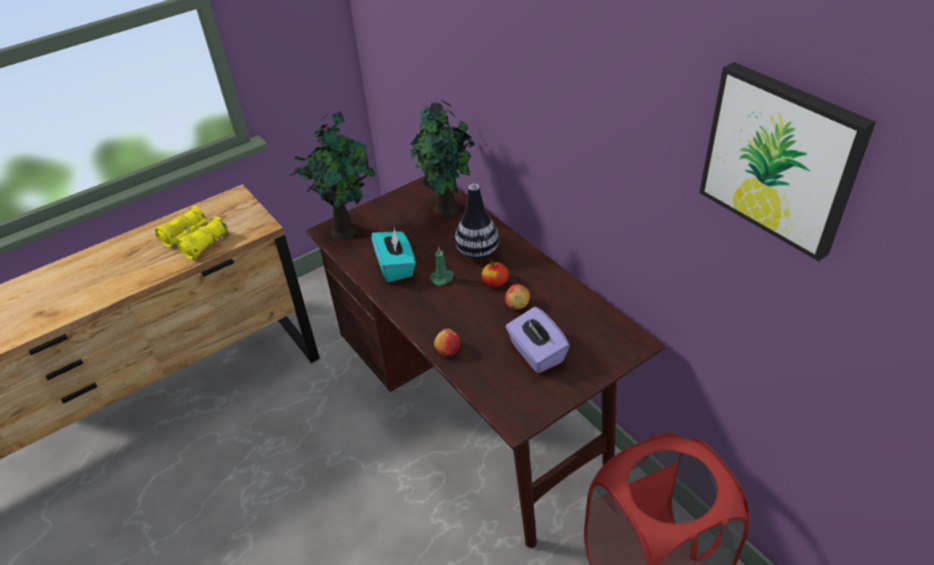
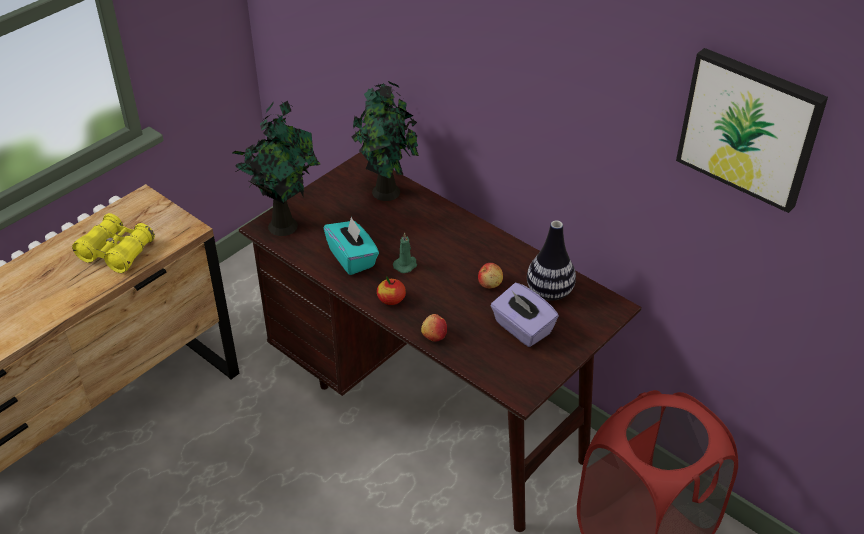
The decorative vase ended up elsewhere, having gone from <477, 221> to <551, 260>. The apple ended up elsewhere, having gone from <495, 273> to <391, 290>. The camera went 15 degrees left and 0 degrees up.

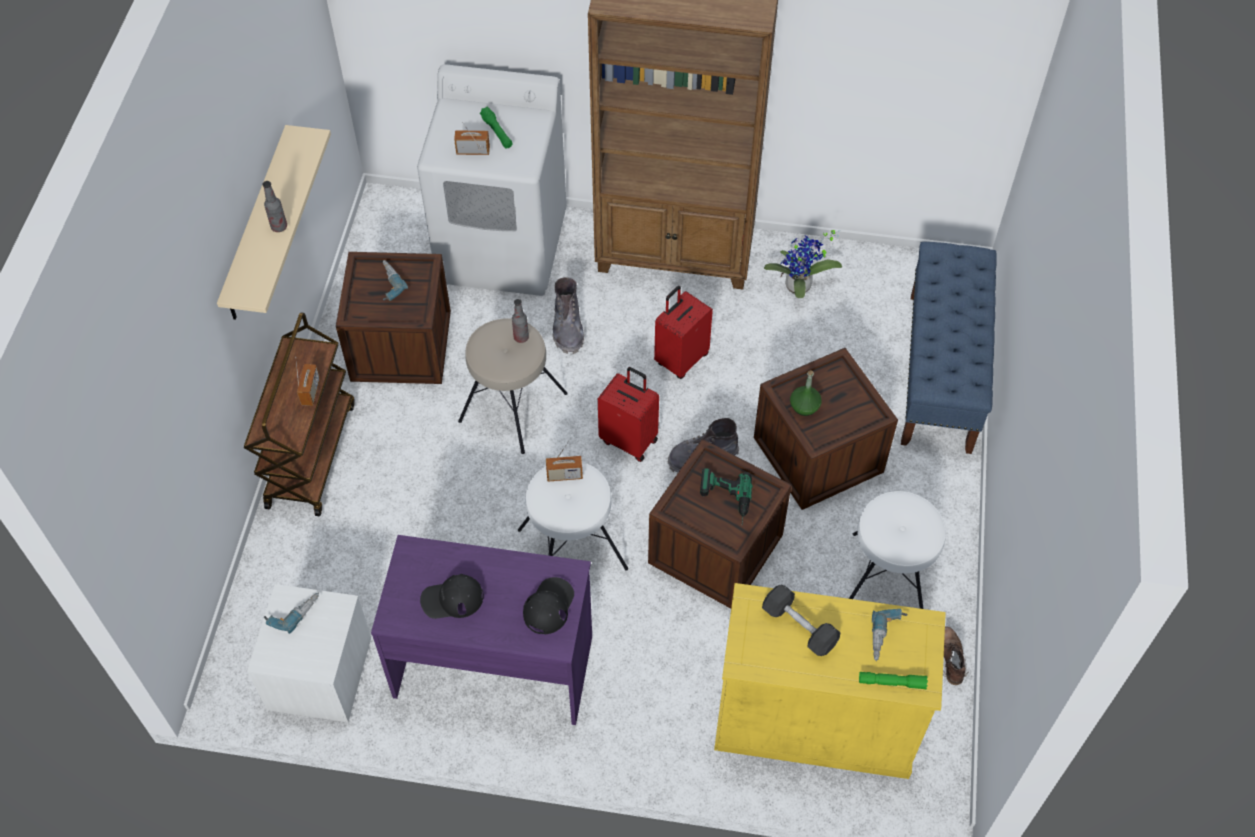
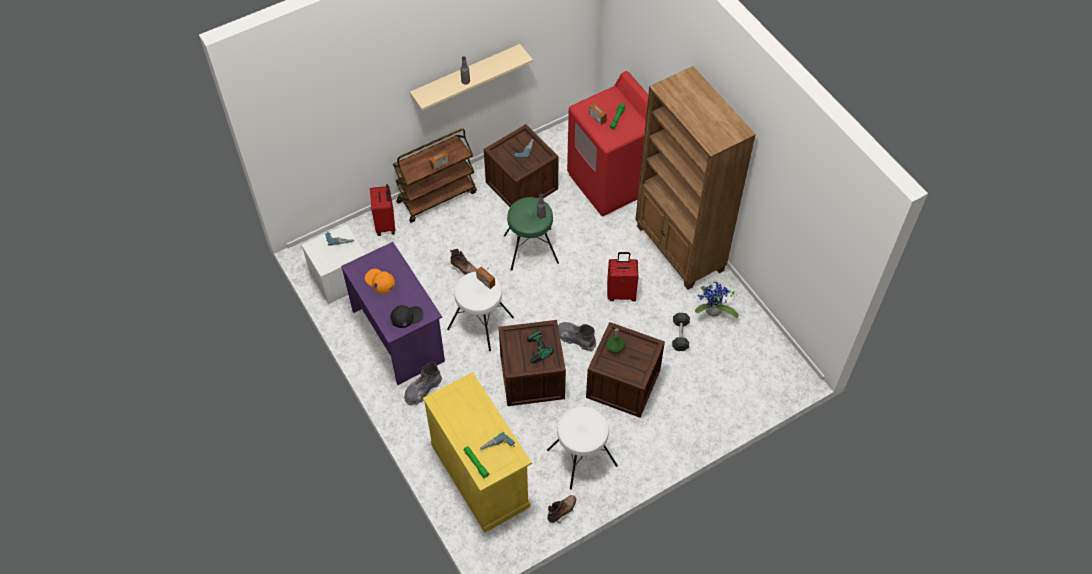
What was the whitish laundry appliance at <492, 180> turned into the red laundry appliance at <607, 143>. The second view lost the blue indoor bench at <949, 348>. The greyish high-top boot ended up elsewhere, having gone from <568, 315> to <423, 384>. What was the beige sitting stool at <513, 386> turned into the greenish sitting stool at <531, 234>. The red travel case ended up elsewhere, having gone from <628, 414> to <382, 210>. What was the black-coloured baseball cap at <452, 596> turned into the orange baseball cap at <380, 281>. The greyish free weight ended up elsewhere, having gone from <801, 620> to <681, 332>. The second view gained the brownish high-top boot at <463, 262>. The camera went 50 degrees right and 0 degrees up.

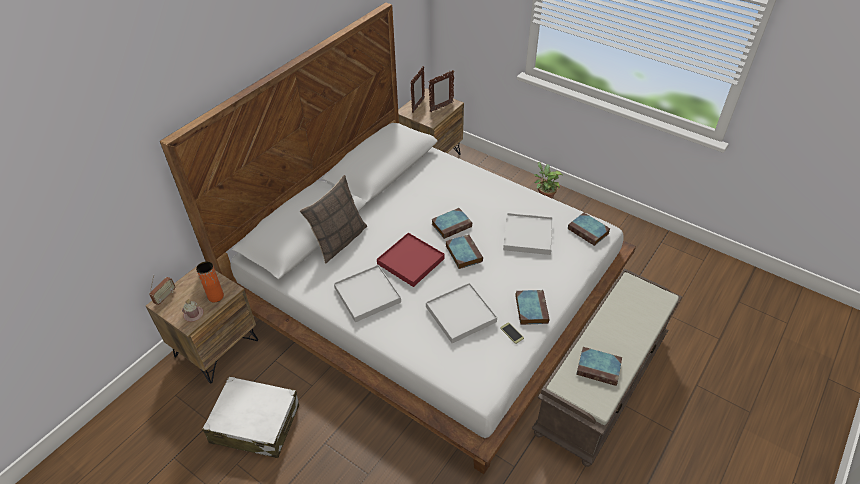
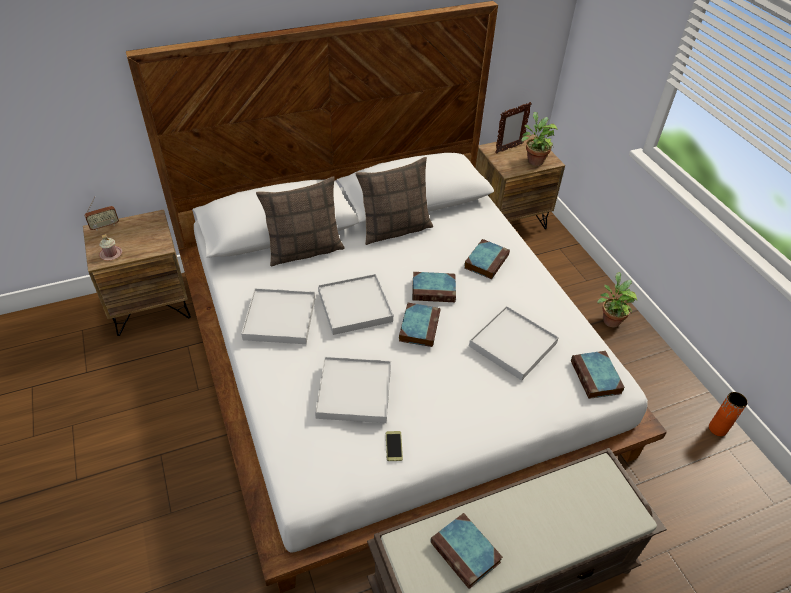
Where the standing frame stood at <441, 91>, the potted plant came to stand at <539, 139>. What was the red carrying tray at <411, 260> turned into the whitish carrying tray at <355, 304>. The orange decorative vase ended up elsewhere, having gone from <210, 281> to <728, 414>. The volume ended up elsewhere, having gone from <532, 307> to <487, 259>. The second view lost the whitish travel case at <251, 417>. The second view gained the throw pillow at <394, 201>. The camera went 30 degrees right and 0 degrees up.

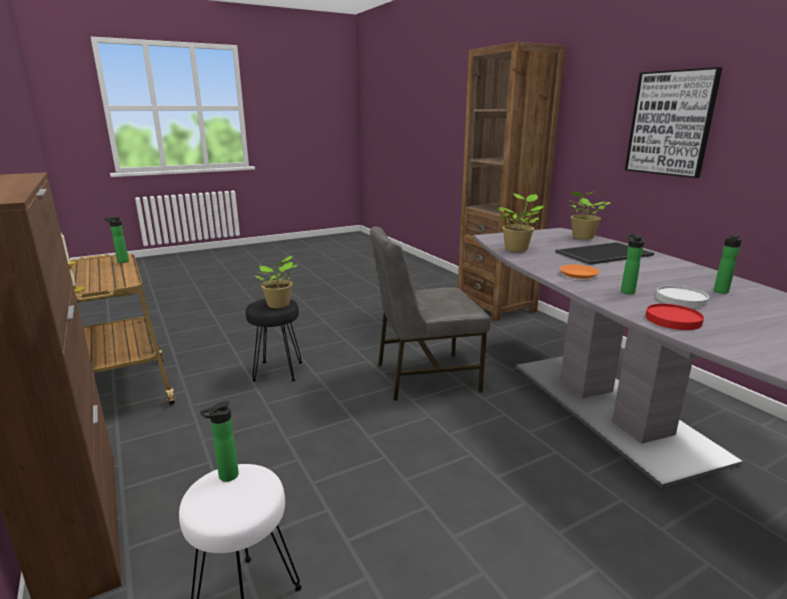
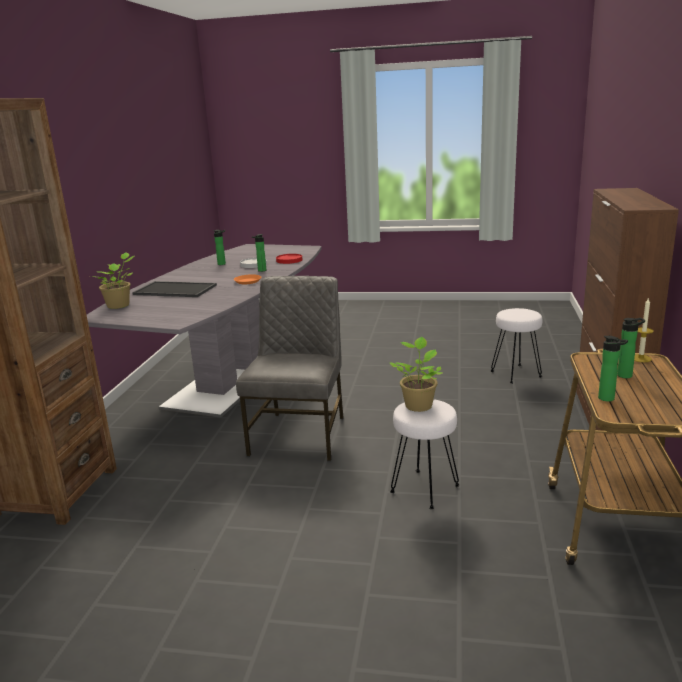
The second view lost the wall art at <674, 122>. The second view lost the potted plant at <520, 223>. The greyish plain chair at <430, 314> ended up facing another way, 105 degrees counterclockwise from before. What was the black-coloured sitting stool at <274, 340> turned into the whitish sitting stool at <425, 454>. The drink bottle ended up elsewhere, having gone from <219, 441> to <631, 348>. The camera went 140 degrees left and 0 degrees up.

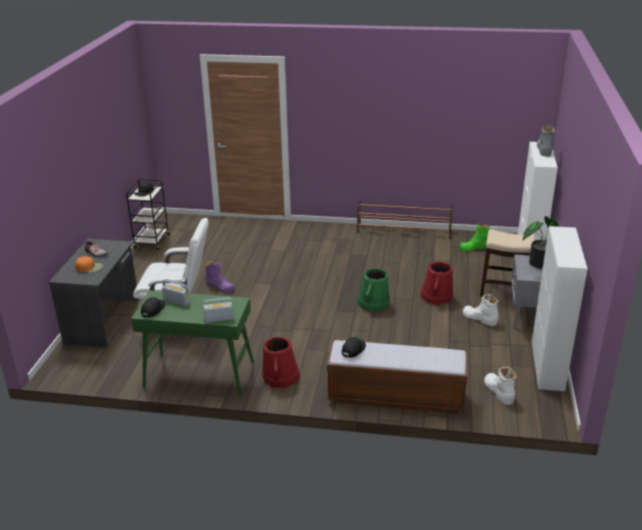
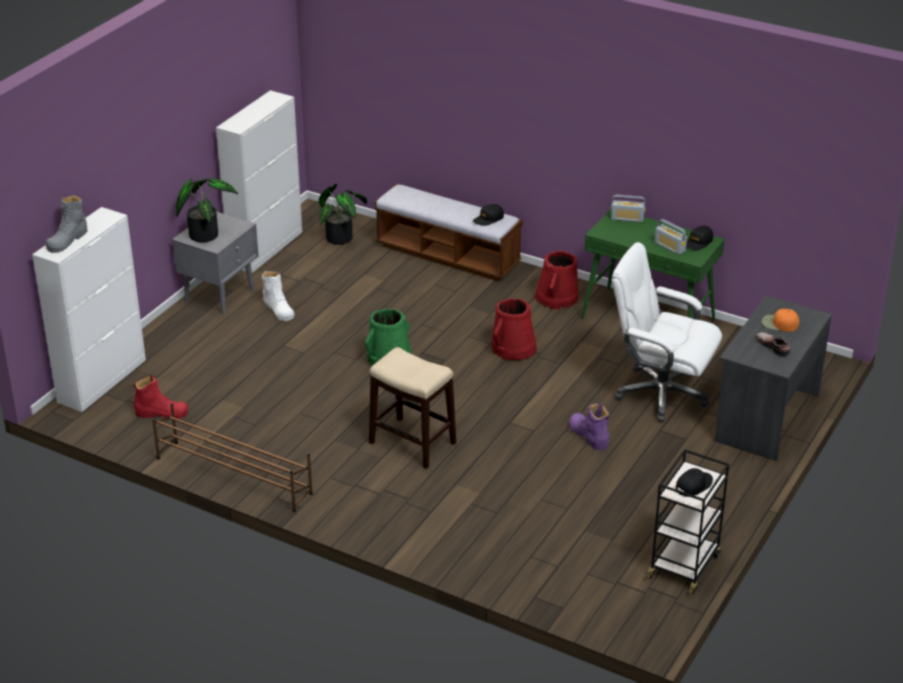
What was the greenish high-top boot at <475, 237> turned into the red high-top boot at <160, 396>. The sitting stool ended up elsewhere, having gone from <507, 263> to <412, 408>. The red bucket ended up elsewhere, having gone from <436, 283> to <514, 329>. Where the whitish high-top boot stood at <500, 386>, the potted plant came to stand at <343, 214>. The camera went 160 degrees left and 5 degrees up.

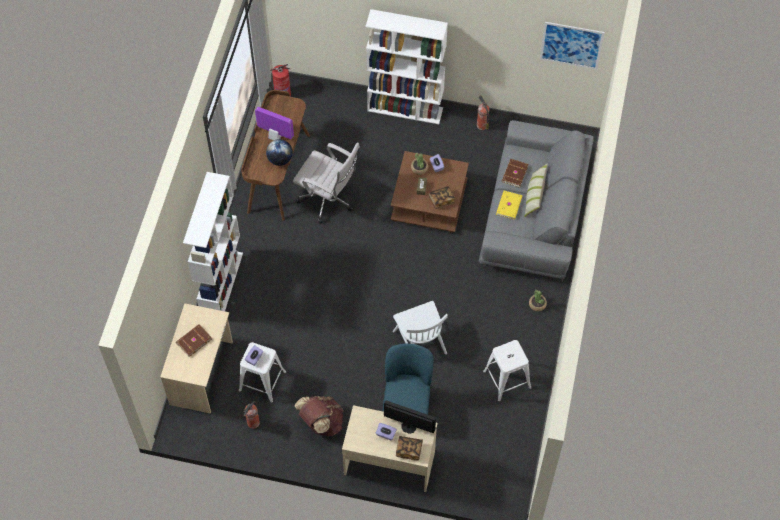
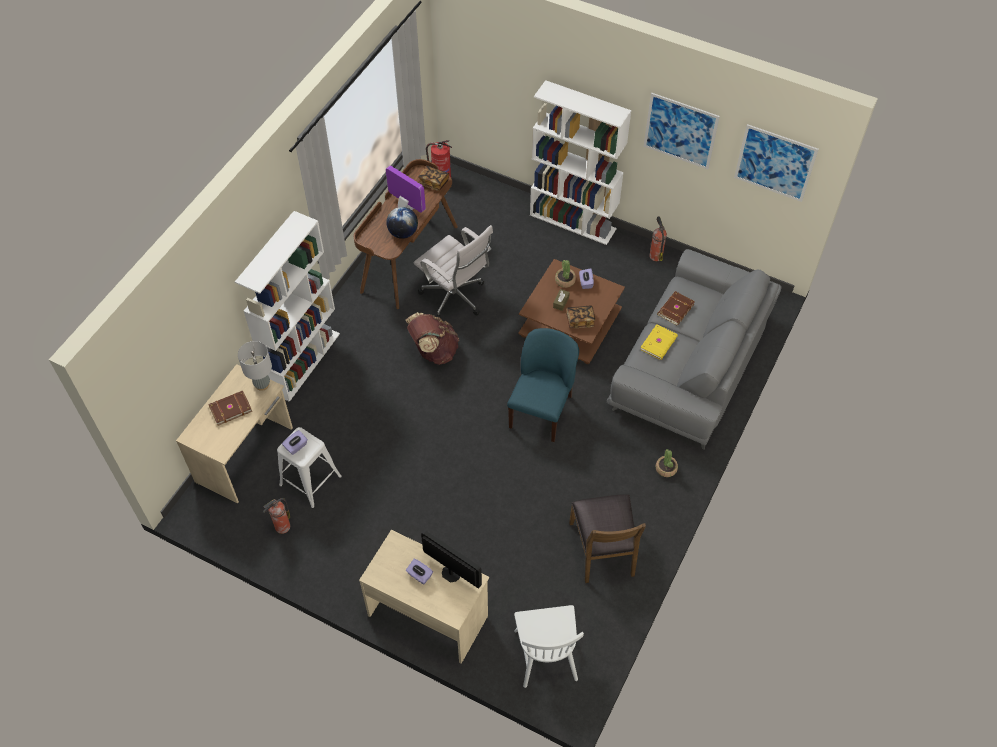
The second view lost the throw pillow at <536, 190>. The whitish plain chair ended up elsewhere, having gone from <420, 328> to <549, 646>. Where the whitish sitting stool stood at <507, 371>, the brownish plain chair came to stand at <607, 538>. The blue plain chair ended up elsewhere, having gone from <408, 379> to <543, 385>. The brownish backpack ended up elsewhere, having gone from <319, 416> to <432, 338>. The volume ended up elsewhere, having gone from <409, 448> to <433, 178>. The second view gained the wall art at <682, 131>. The second view gained the greyish lamp for a table at <255, 366>. The camera went 15 degrees right and 5 degrees down.

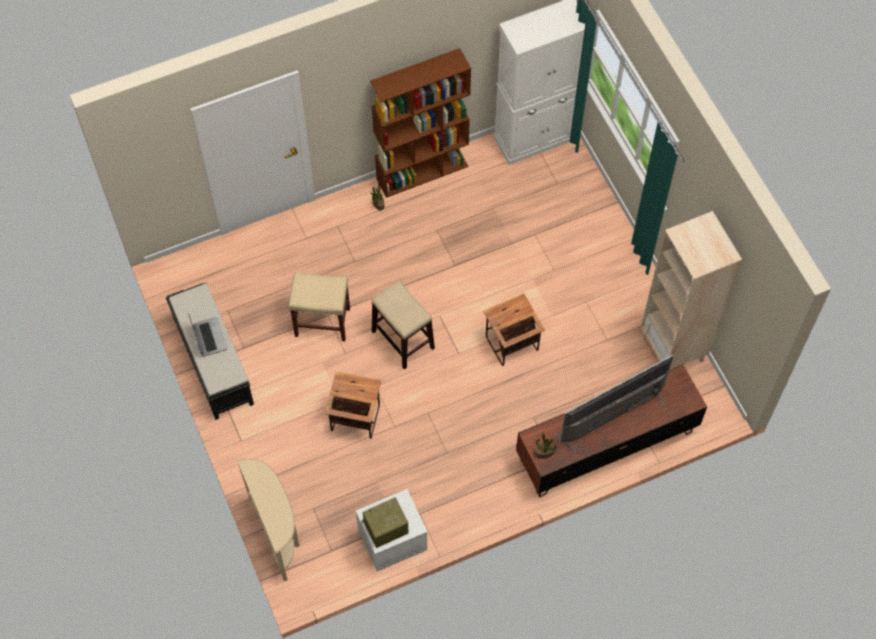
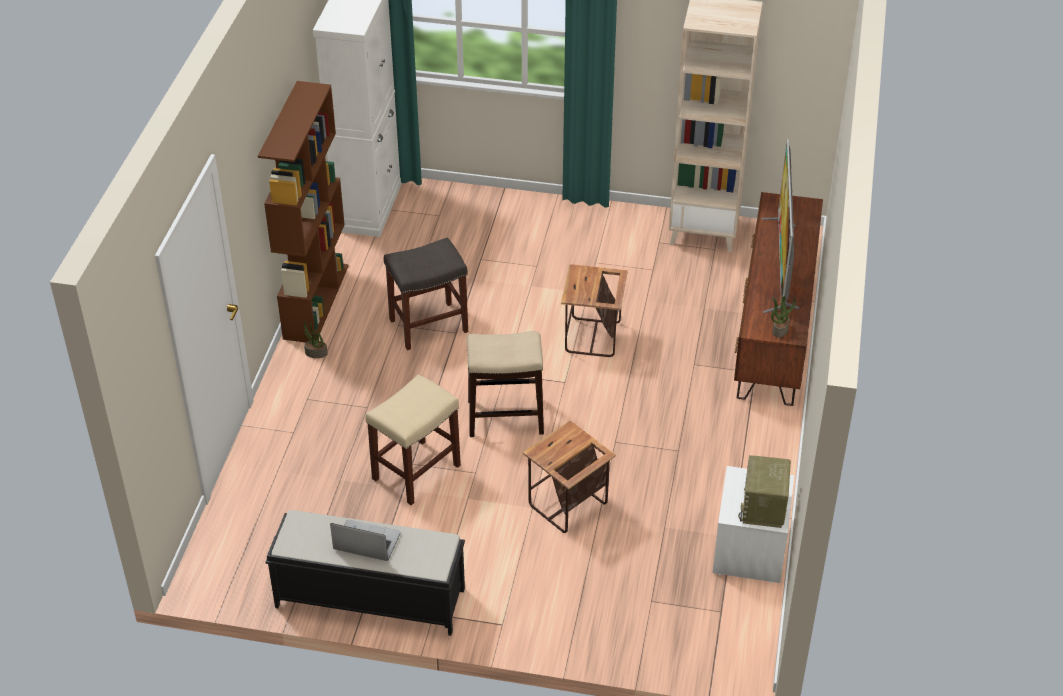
The second view lost the beige hall table at <268, 520>. The second view gained the greyish sitting stool at <426, 293>. The camera went 55 degrees left and 20 degrees down.

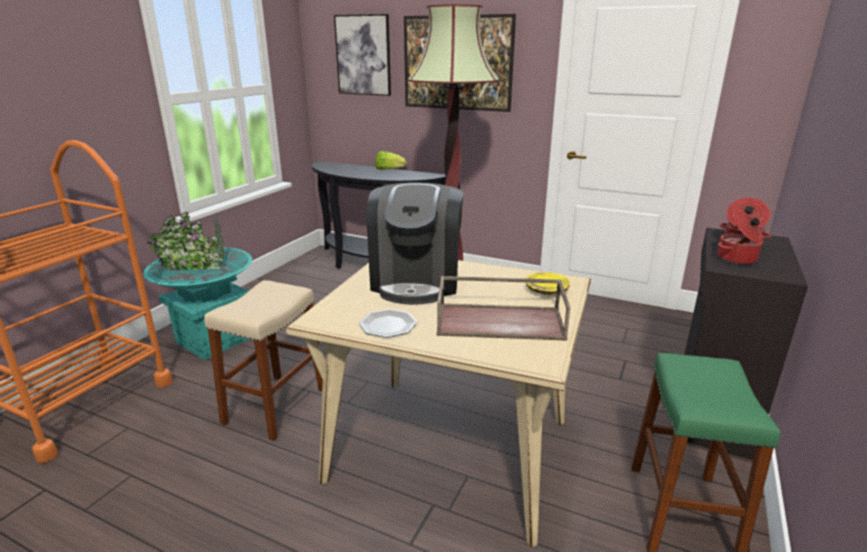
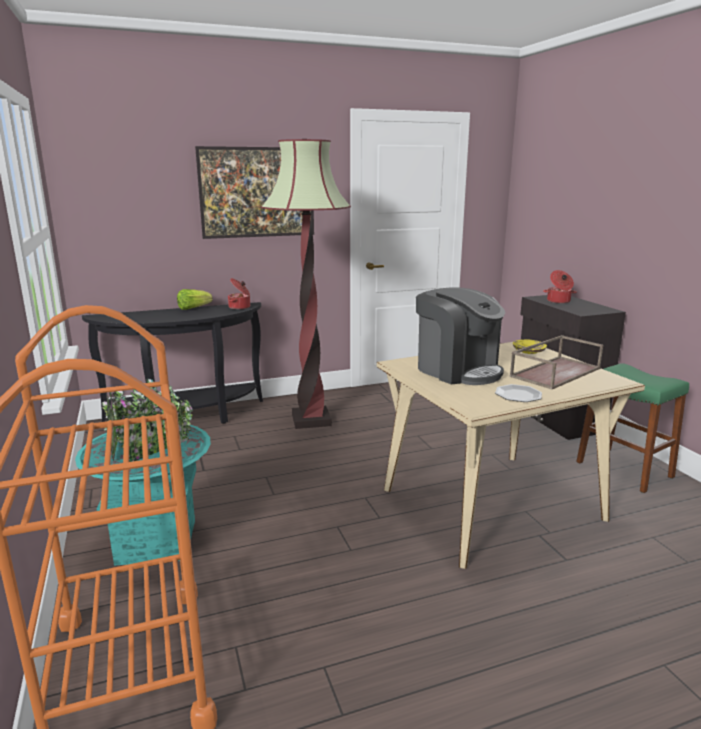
The second view lost the wall art at <362, 55>. The saucepot ended up elsewhere, having gone from <740, 237> to <239, 293>. The second view lost the beige sitting stool at <263, 360>. The camera went 45 degrees left and 5 degrees down.

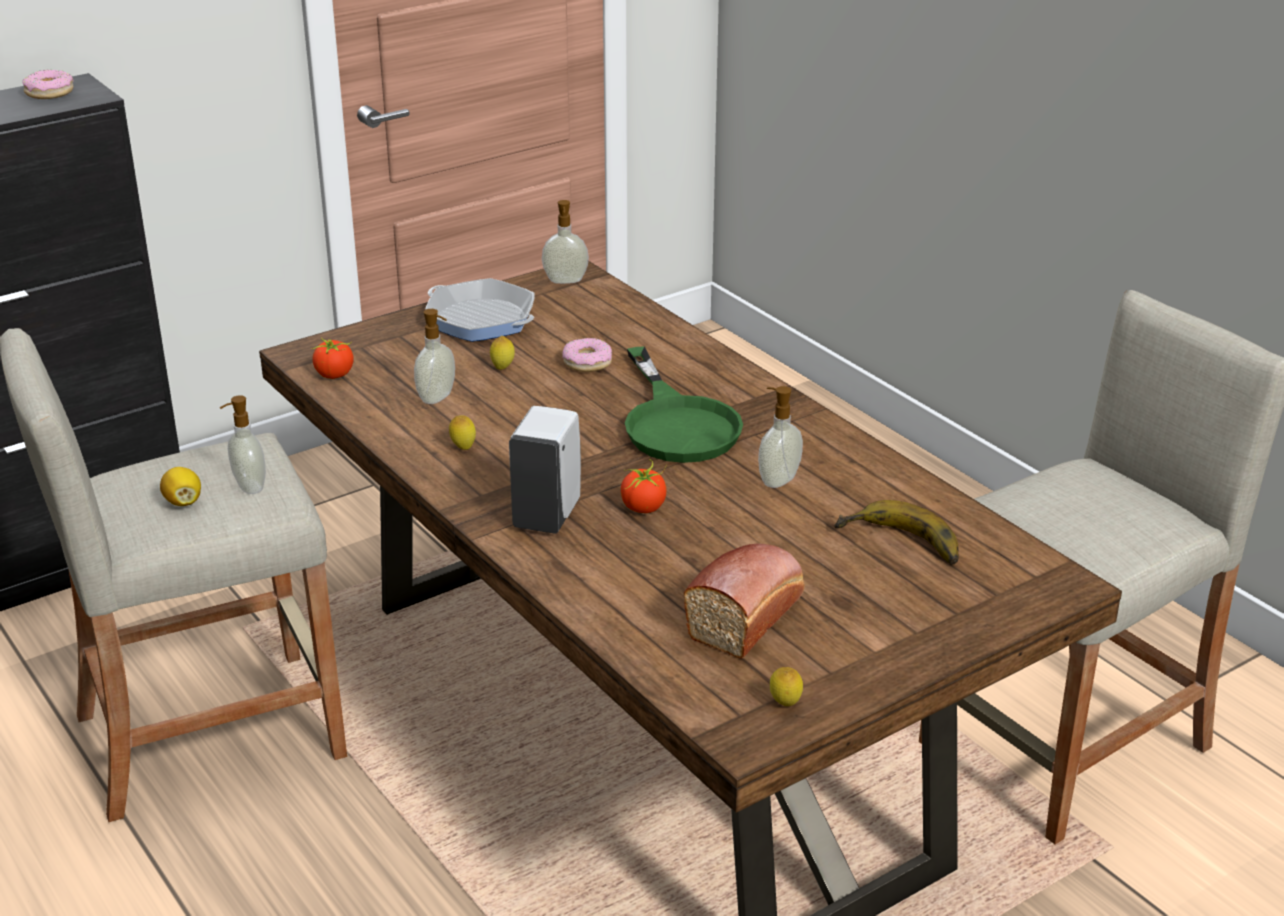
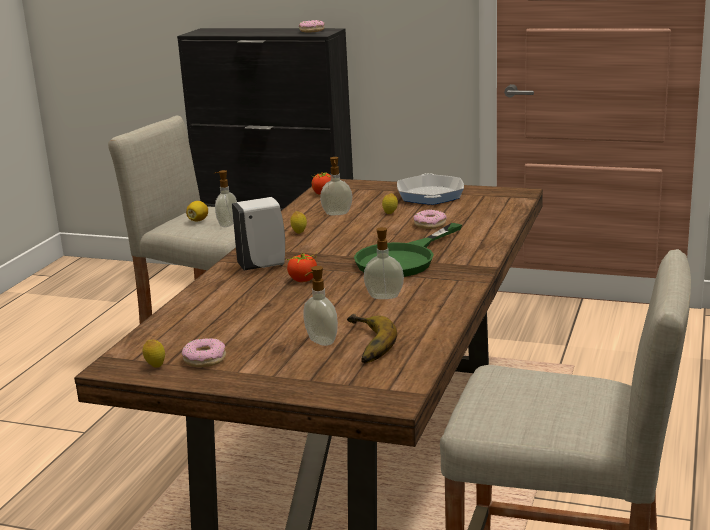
The liquid soap bottle ended up elsewhere, having gone from <565, 242> to <320, 306>. The second view lost the bakery bread at <744, 601>. The second view gained the doughnut at <203, 352>. The camera went 55 degrees right and 10 degrees down.

